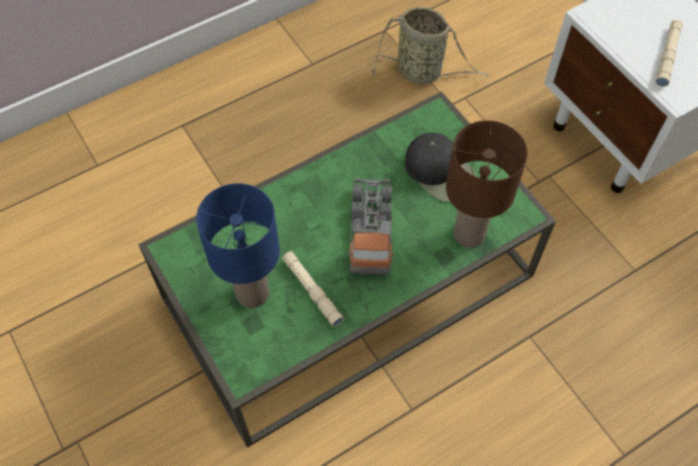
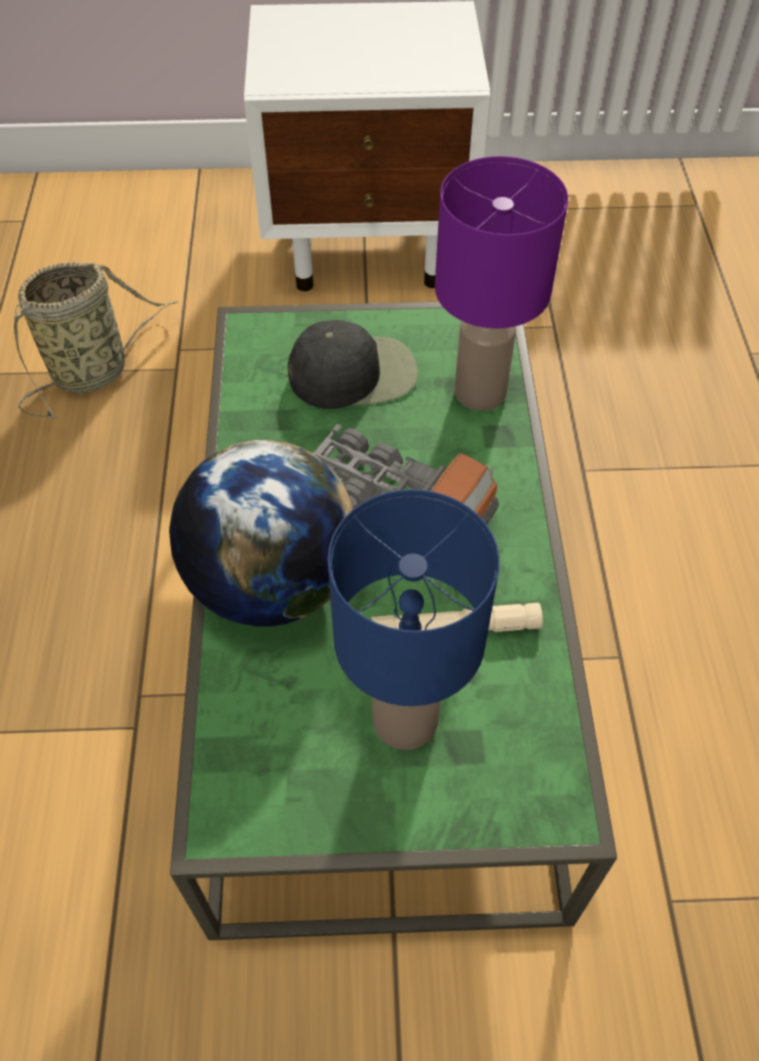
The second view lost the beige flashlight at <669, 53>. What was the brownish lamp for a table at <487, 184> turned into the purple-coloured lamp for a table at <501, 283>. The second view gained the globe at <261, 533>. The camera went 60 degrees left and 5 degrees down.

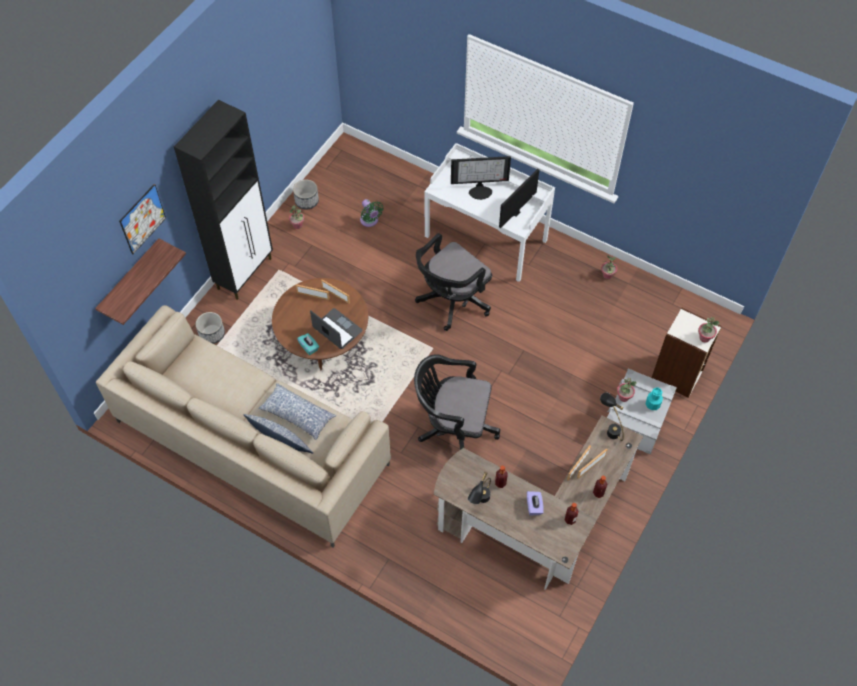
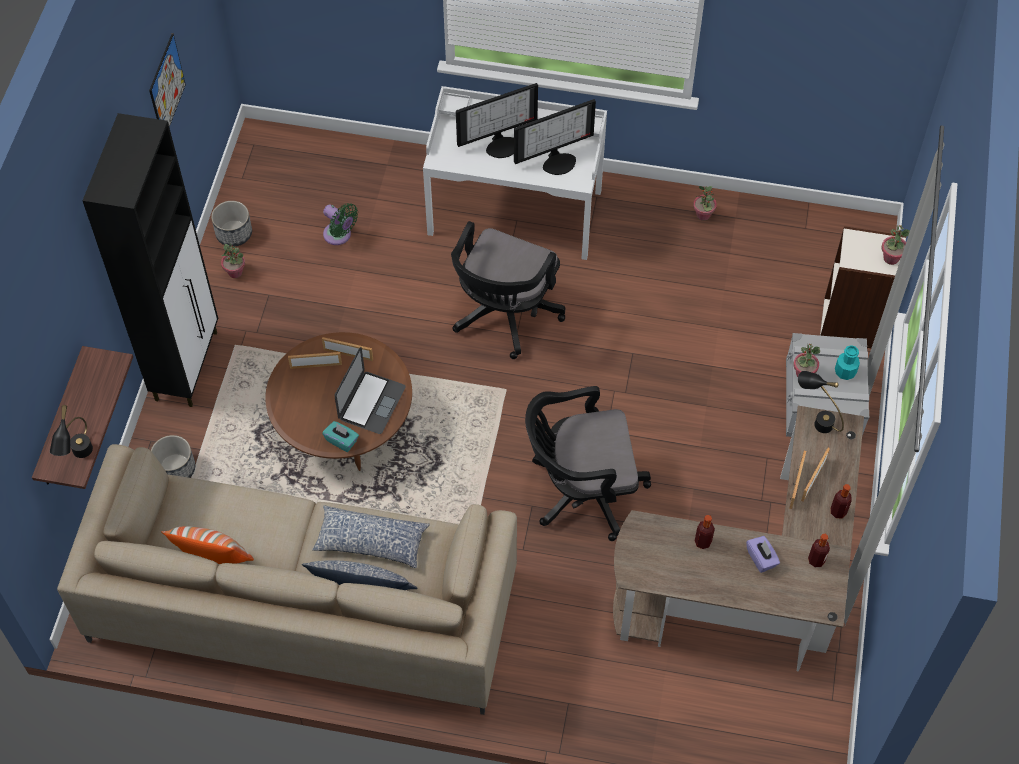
The monitor at <519, 198> ended up facing another way, 135 degrees counterclockwise from before. The wall art ended up elsewhere, having gone from <142, 219> to <167, 80>. The portable computer at <336, 328> ended up facing another way, 90 degrees clockwise from before. The black-coloured lamp for a table ended up elsewhere, having gone from <479, 488> to <71, 431>. The second view gained the throw pillow at <207, 545>. The camera went 20 degrees left and 0 degrees up.

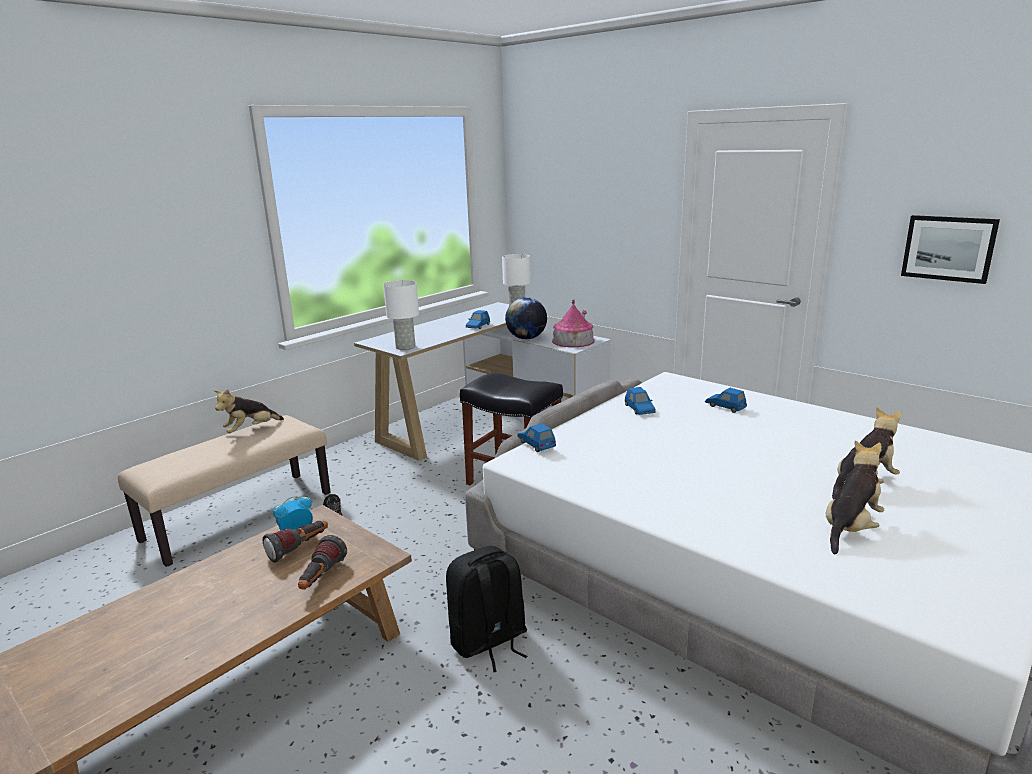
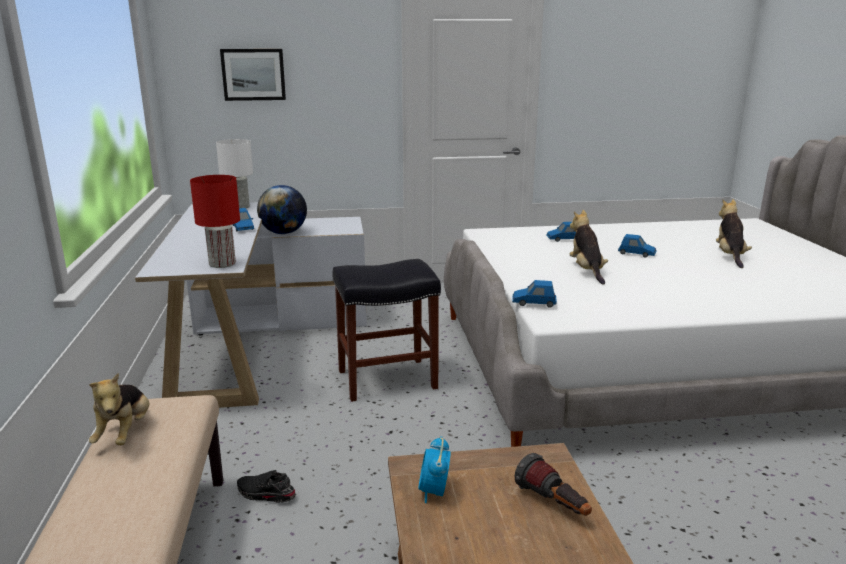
The wall art ended up elsewhere, having gone from <950, 249> to <253, 75>. What was the whitish lamp for a table at <401, 315> turned into the red lamp for a table at <215, 221>. The second view lost the model house at <573, 323>. The blue toy car ended up elsewhere, having gone from <640, 401> to <637, 245>. The cuddly toy ended up elsewhere, having gone from <855, 497> to <589, 247>. The second view lost the flashlight at <295, 541>. The second view lost the black-coloured backpack at <487, 609>. The camera went 50 degrees left and 0 degrees up.

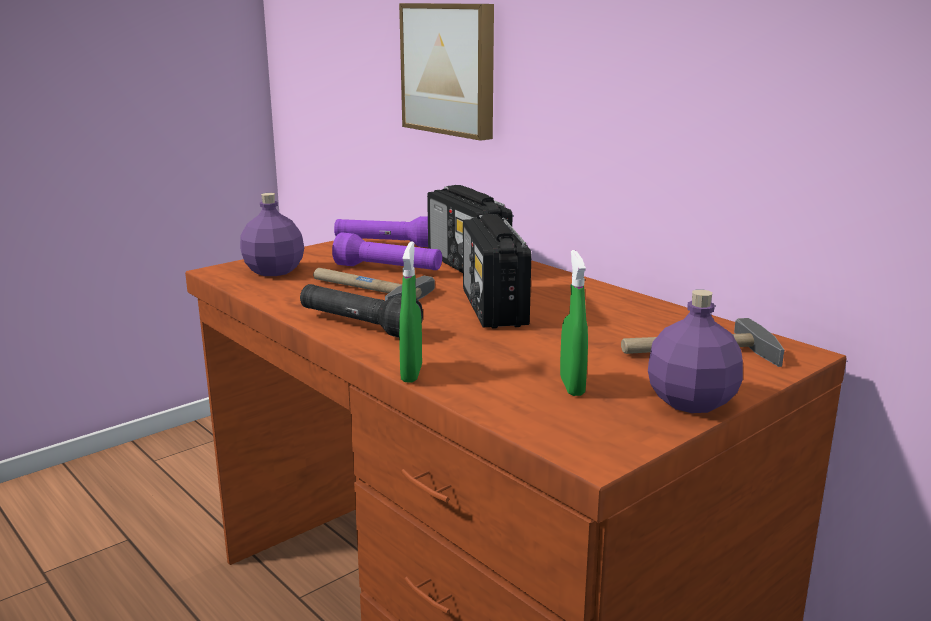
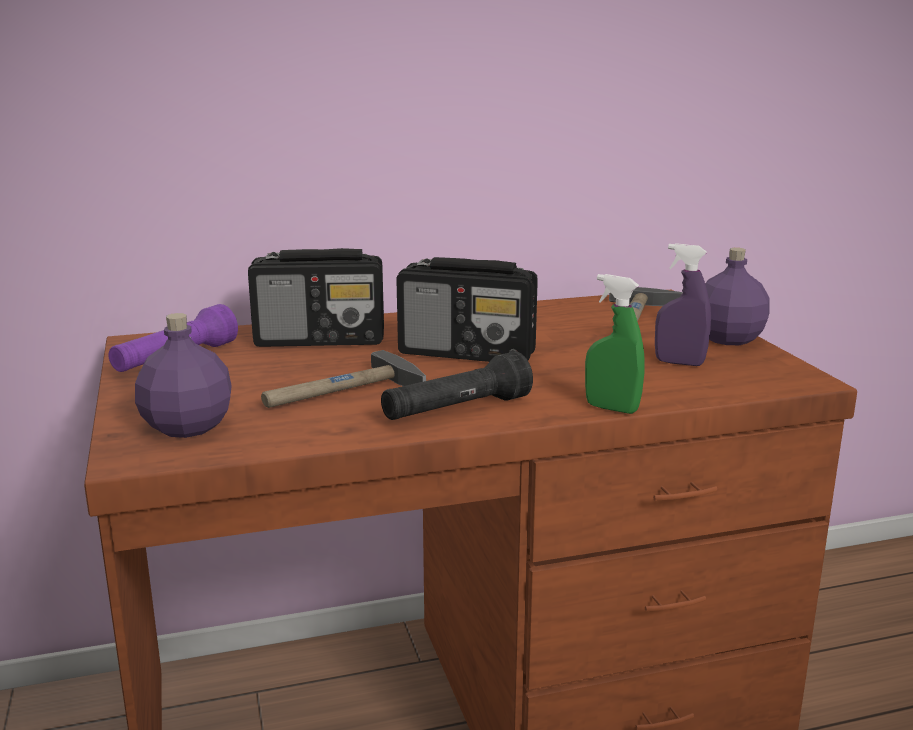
The second view lost the wall art at <446, 72>. The second view lost the purple-coloured flashlight at <387, 251>. What was the greenish sprayer at <574, 323> turned into the purple-coloured sprayer at <683, 304>. The camera went 65 degrees left and 0 degrees up.

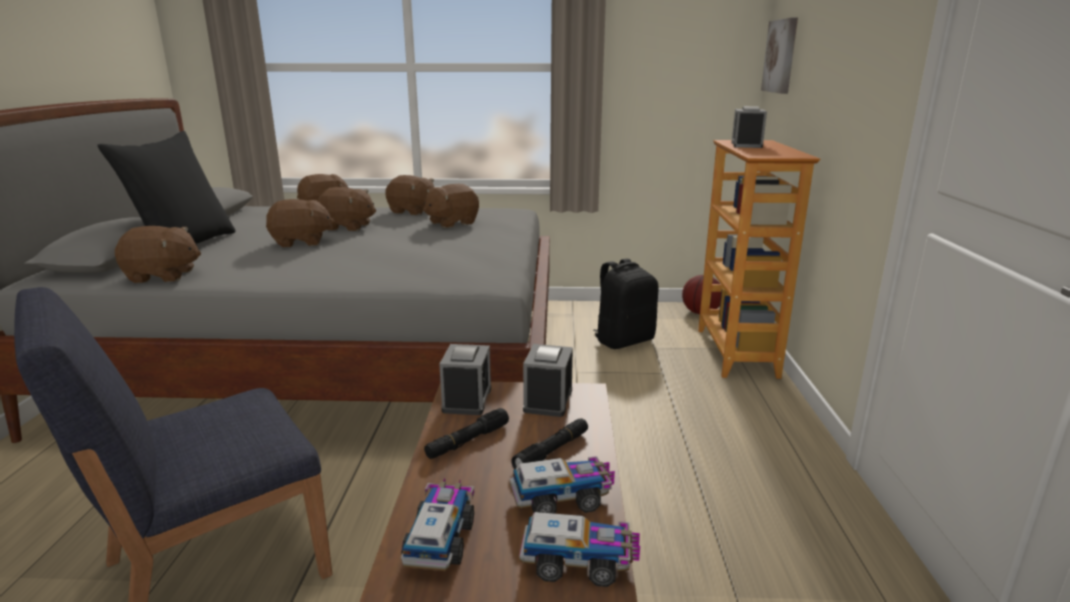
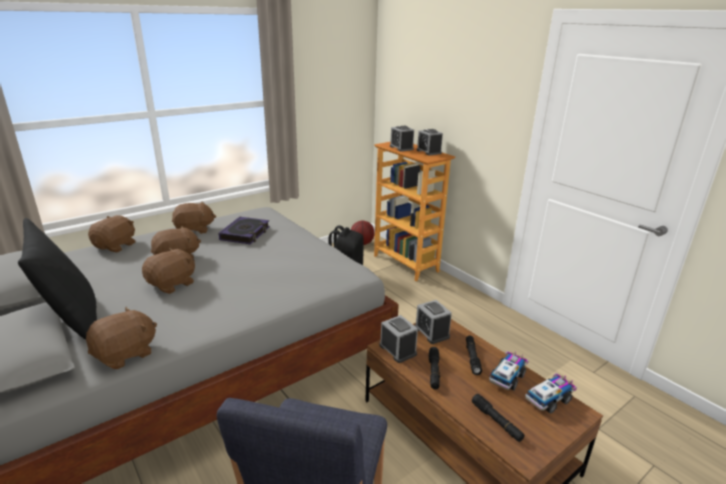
The second view lost the wall art at <779, 55>. Where the brownish cuddly toy stood at <451, 206>, the volume came to stand at <244, 230>. Where the model truck stood at <437, 525>, the black-coloured flashlight came to stand at <498, 418>. The second view gained the bedside clock at <430, 142>. The camera went 40 degrees left and 5 degrees up.

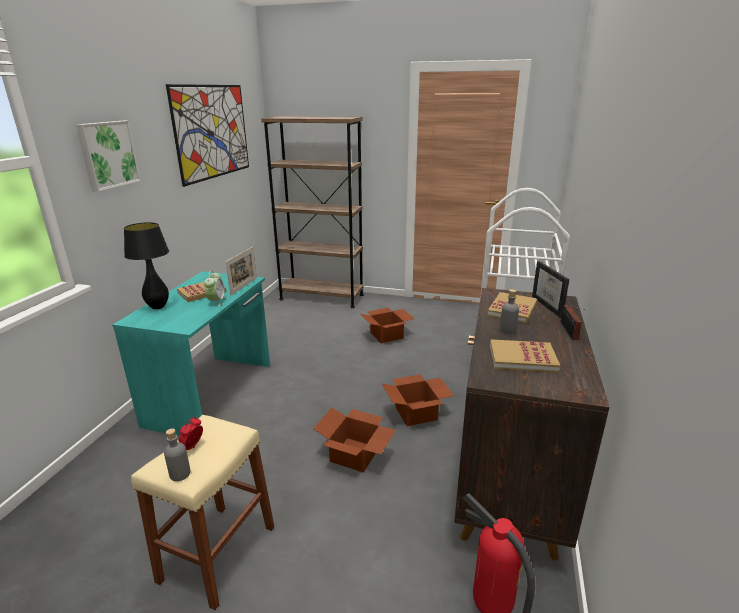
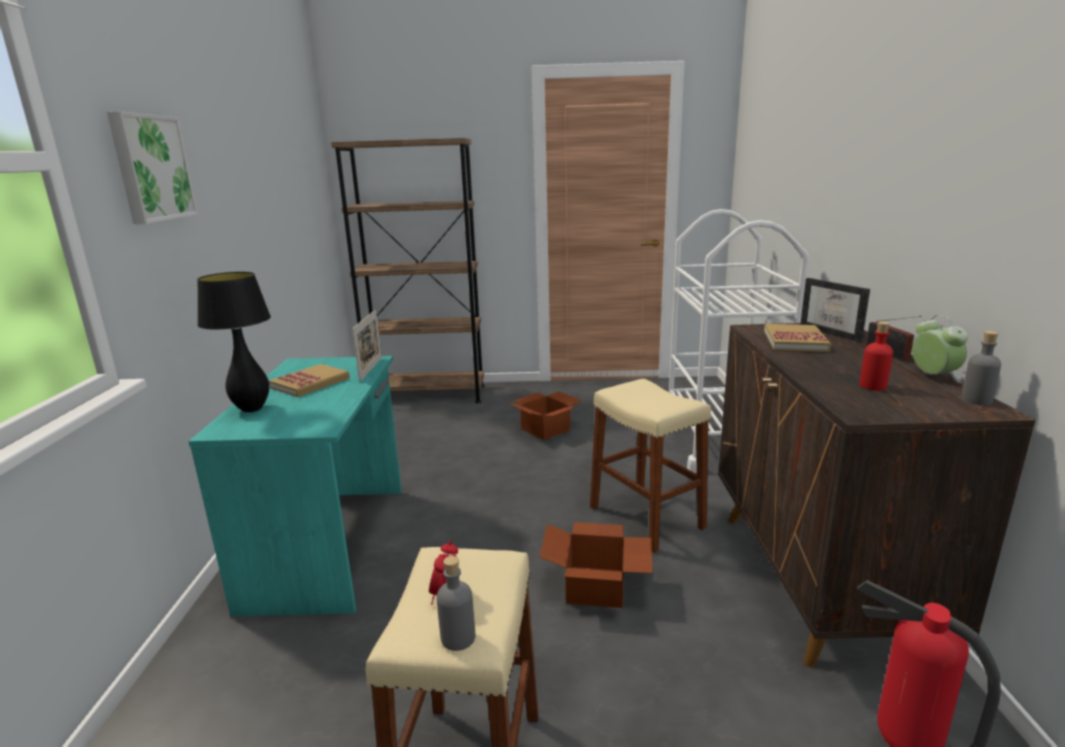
The second view lost the wall art at <207, 135>. The bedside clock ended up elsewhere, having gone from <215, 289> to <940, 349>. The greyish drink bottle ended up elsewhere, having gone from <509, 311> to <981, 368>. Where the volume stood at <525, 356>, the red drink bottle came to stand at <876, 356>. Where the packing box stood at <417, 400>, the beige sitting stool came to stand at <650, 466>. The camera went 15 degrees left and 5 degrees down.

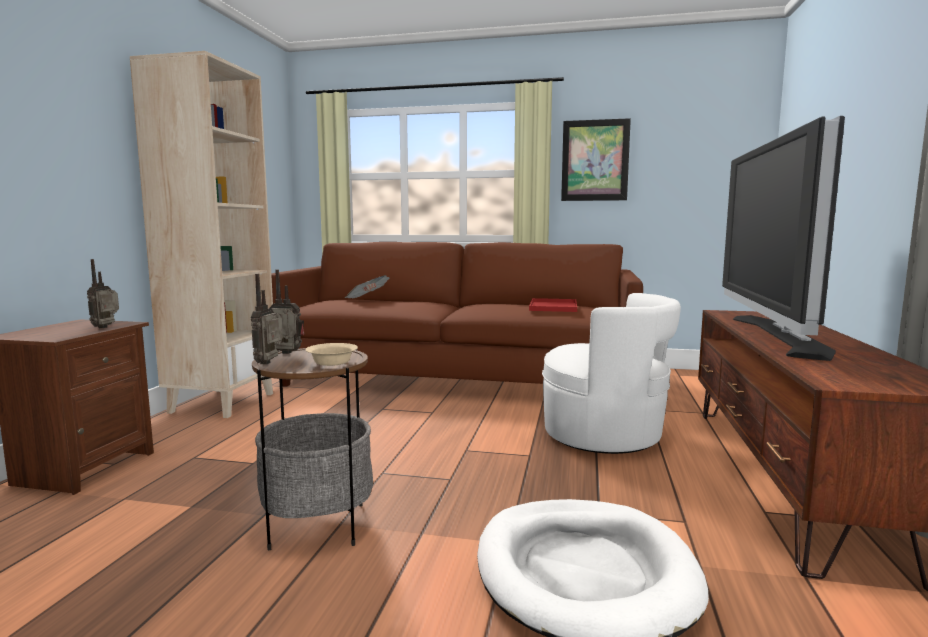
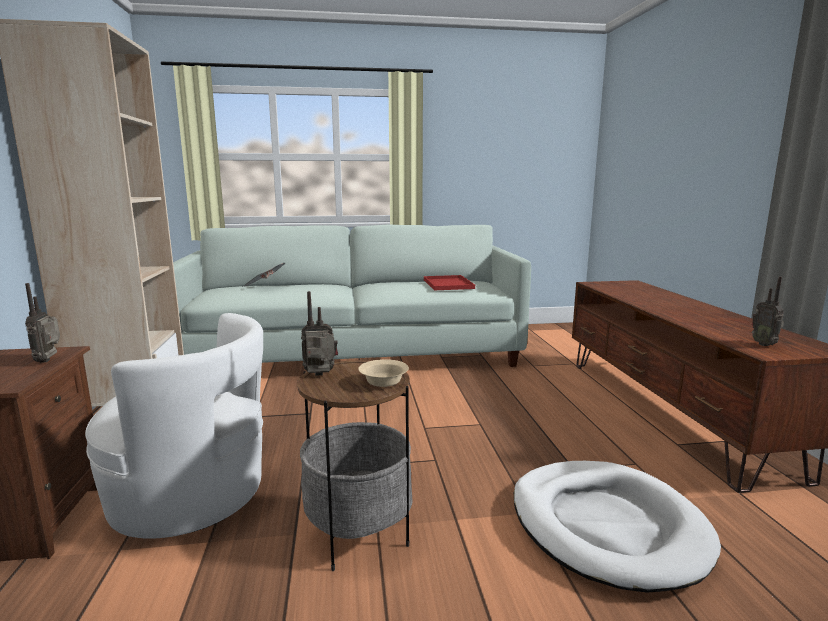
The second view lost the TV set at <783, 238>. The second view lost the wall art at <596, 159>. What was the brownish sofa at <457, 314> turned into the whitish sofa at <352, 295>. The radio receiver ended up elsewhere, having gone from <267, 319> to <768, 311>. The whitish lounge chair ended up elsewhere, having gone from <611, 373> to <174, 426>. The camera went 20 degrees left and 5 degrees up.

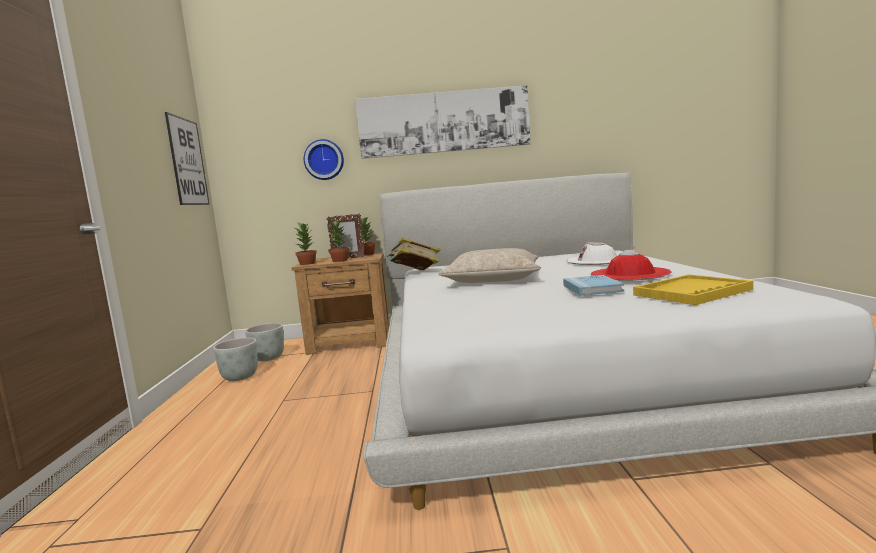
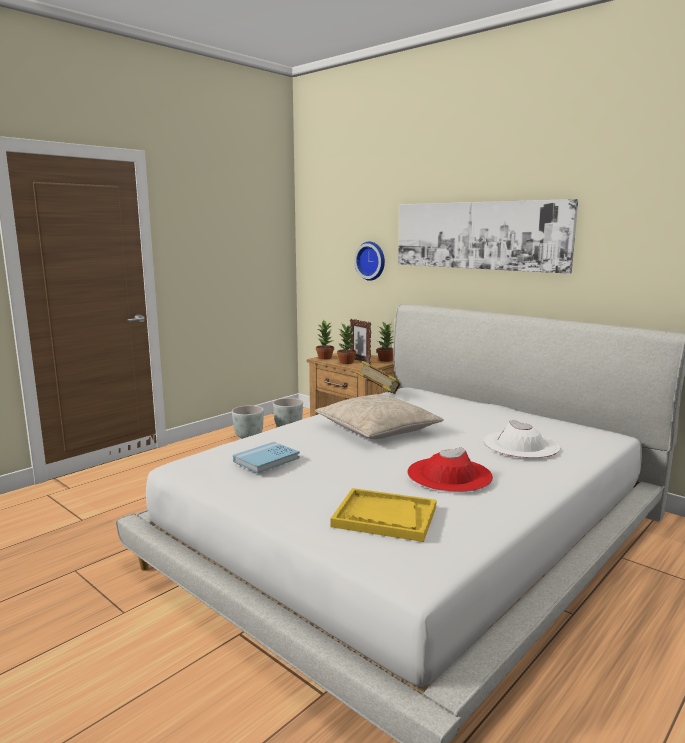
The second view lost the wall art at <187, 158>. The blue volume ended up elsewhere, having gone from <593, 285> to <266, 457>. The camera went 45 degrees right and 5 degrees up.

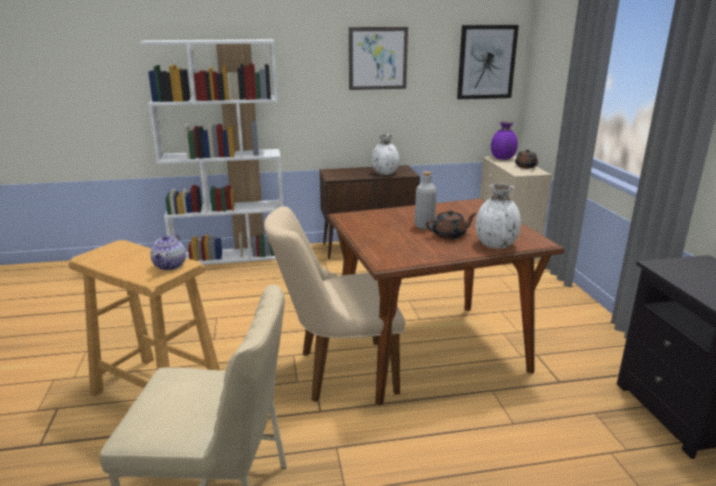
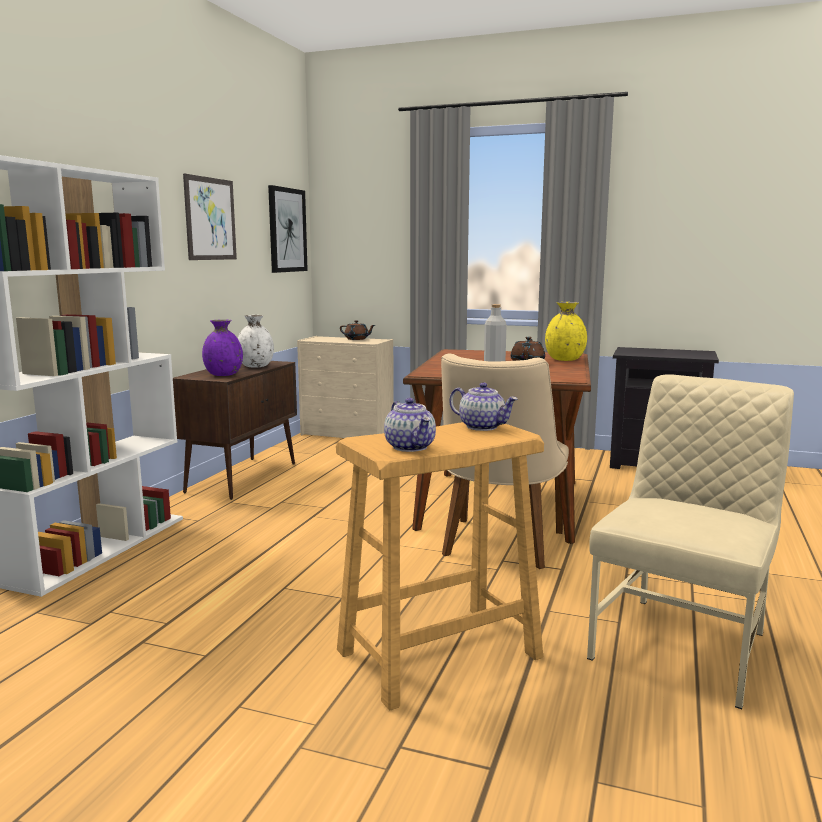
The purple-coloured decorative vase ended up elsewhere, having gone from <504, 140> to <222, 347>. What was the whitish decorative vase at <498, 216> turned into the yellowish decorative vase at <566, 331>. The second view gained the pot for tea at <410, 425>. The camera went 60 degrees left and 10 degrees down.

